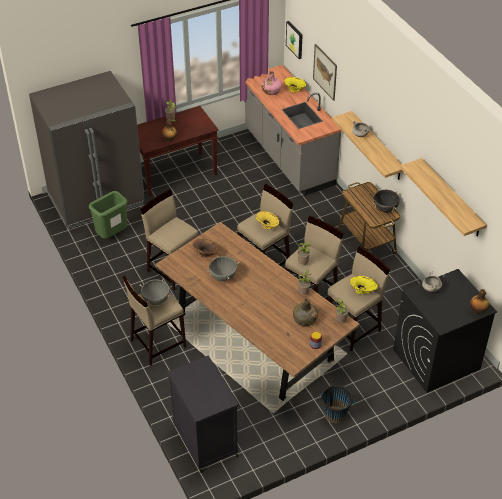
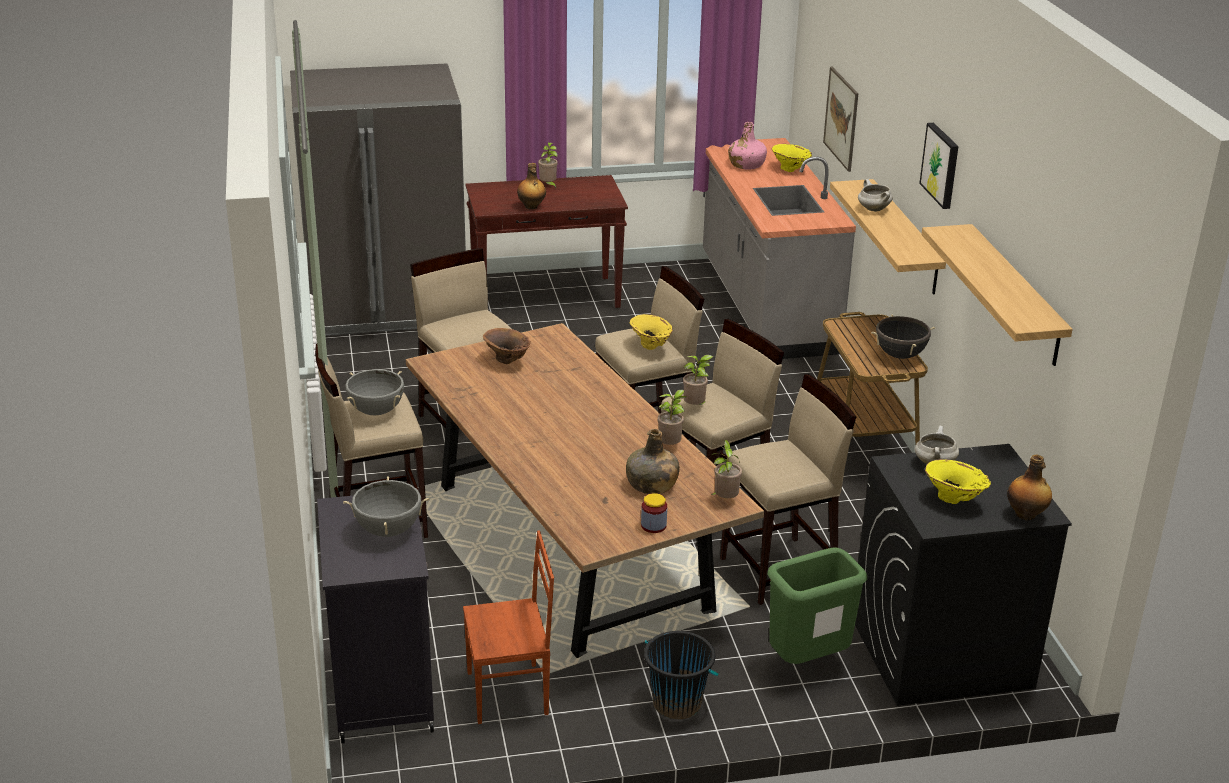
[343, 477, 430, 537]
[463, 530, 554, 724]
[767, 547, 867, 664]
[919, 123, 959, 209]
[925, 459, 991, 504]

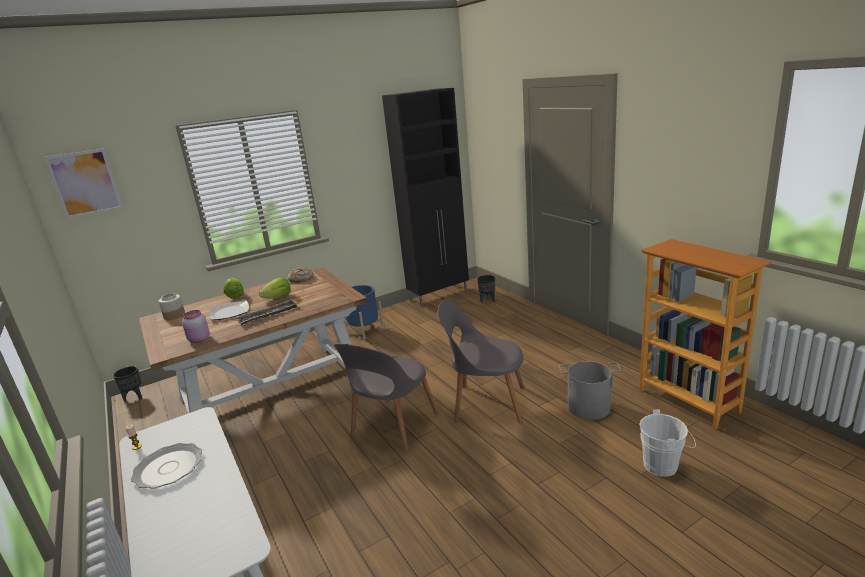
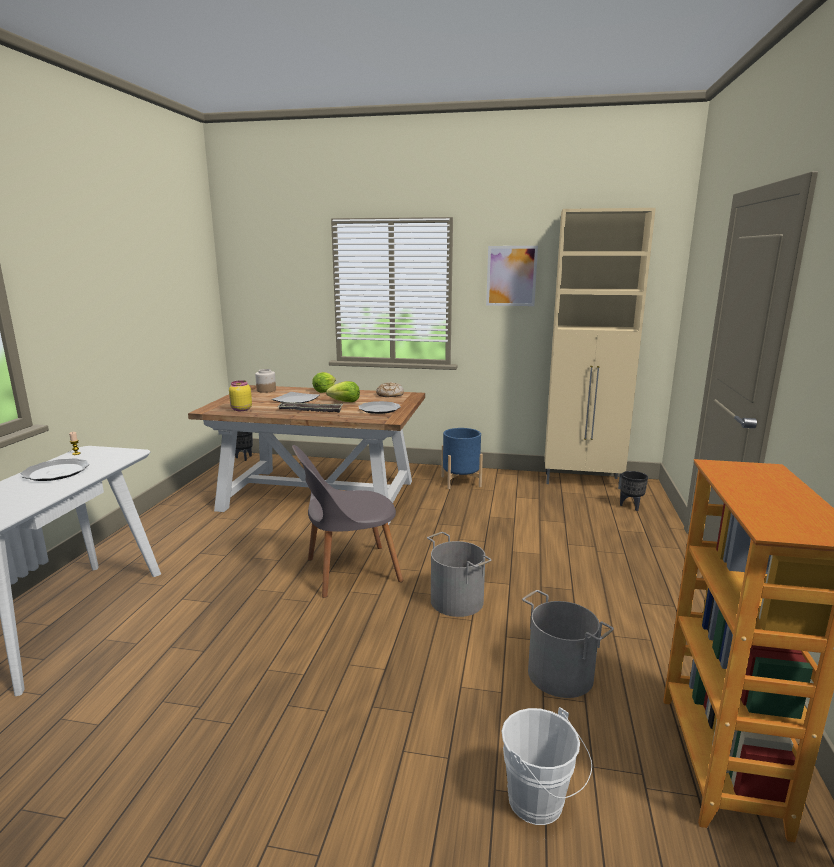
[229, 380, 252, 411]
[358, 401, 400, 414]
[427, 532, 491, 617]
[486, 246, 538, 306]
[545, 208, 656, 489]

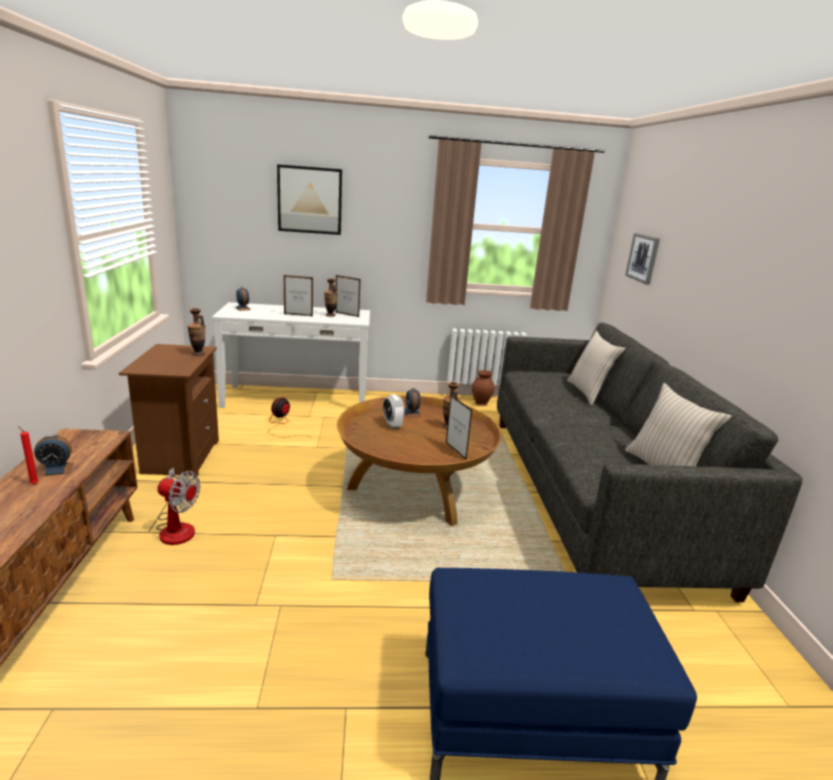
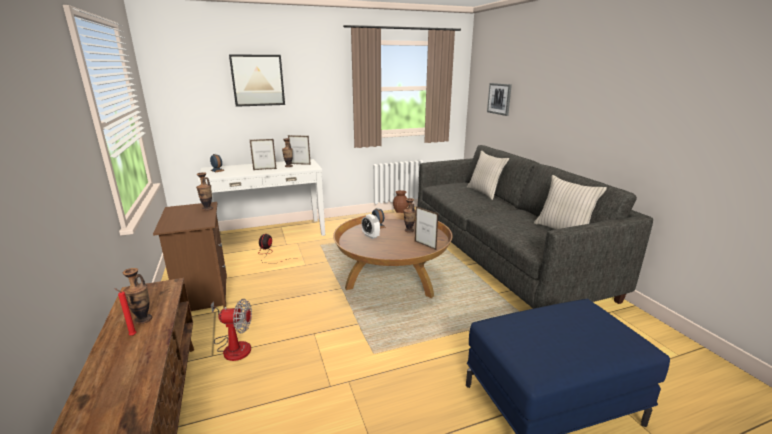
[123, 268, 152, 324]

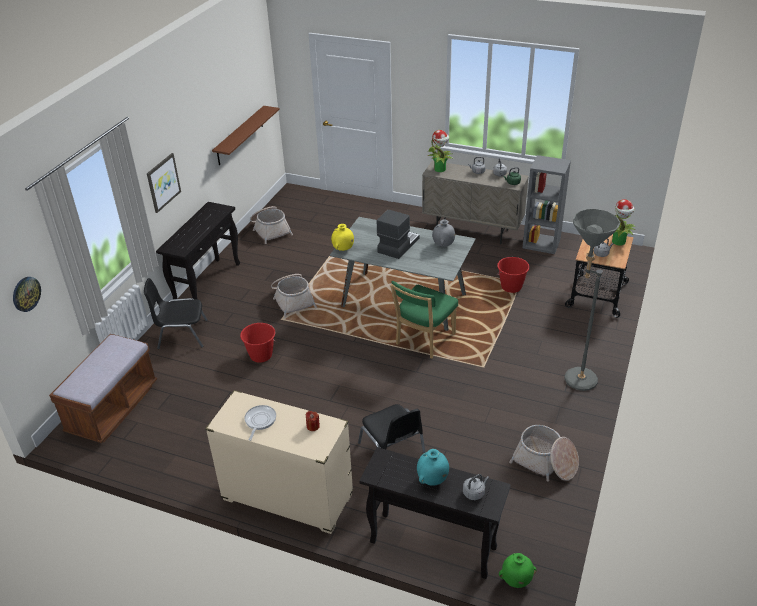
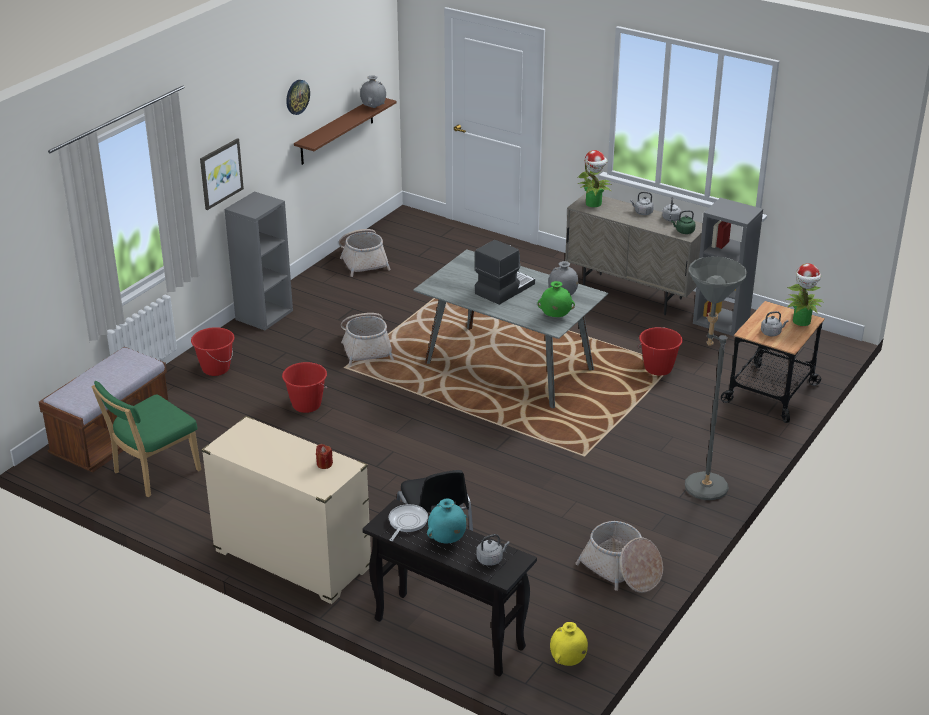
[91, 381, 201, 497]
[191, 327, 235, 376]
[224, 191, 293, 330]
[286, 80, 310, 115]
[360, 75, 386, 108]
[389, 504, 428, 541]
[537, 281, 575, 317]
[550, 622, 588, 666]

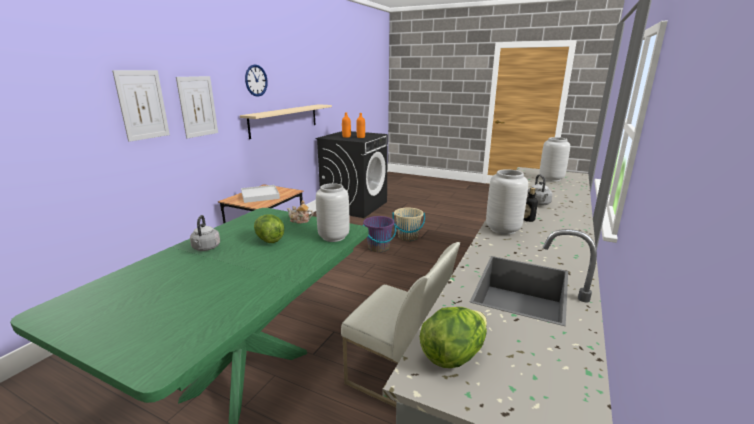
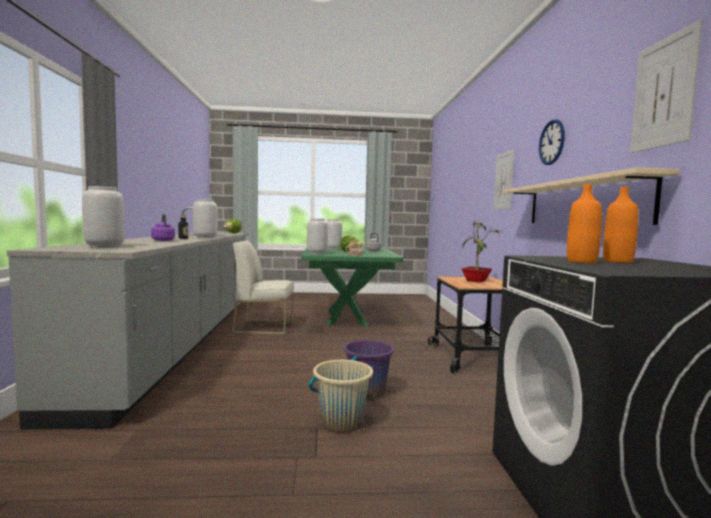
[151, 214, 175, 241]
[326, 219, 342, 249]
[462, 220, 500, 283]
[630, 19, 703, 153]

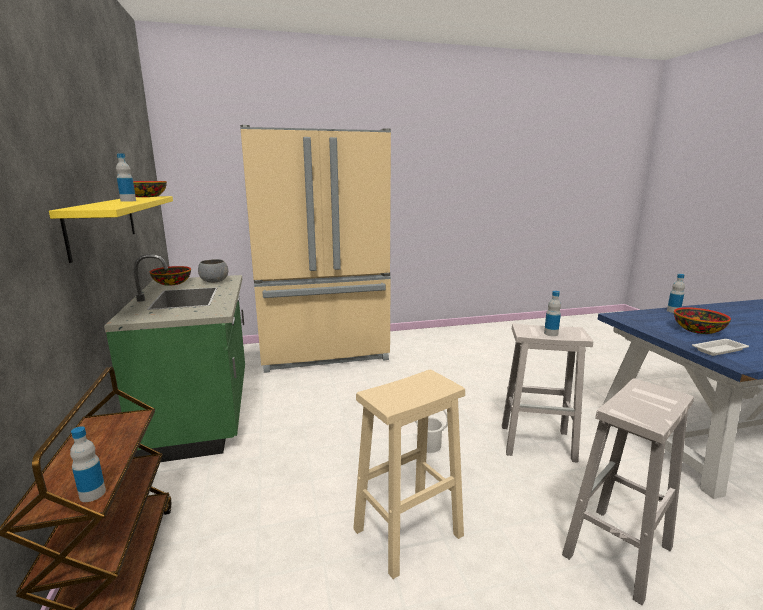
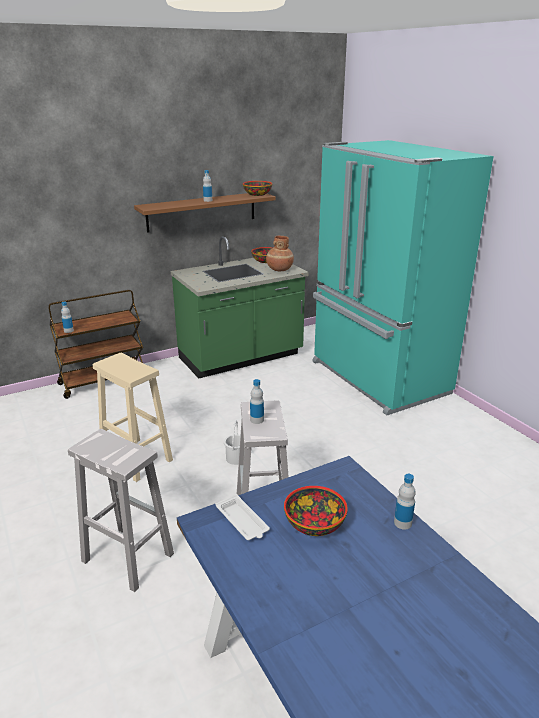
[134, 193, 276, 233]
[266, 236, 294, 271]
[312, 140, 494, 415]

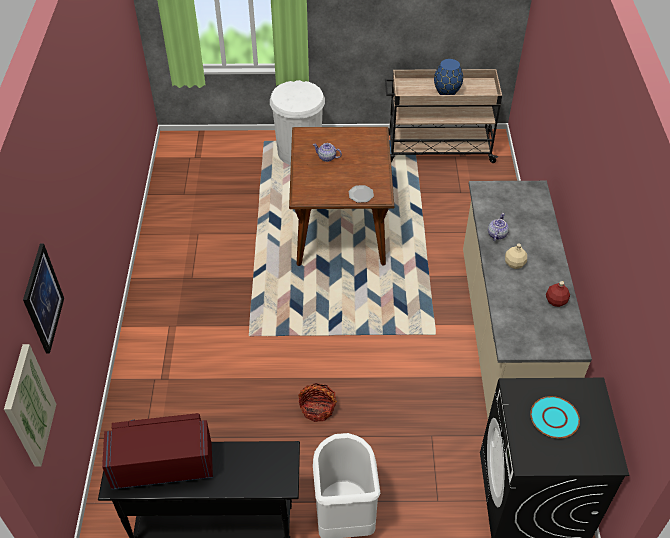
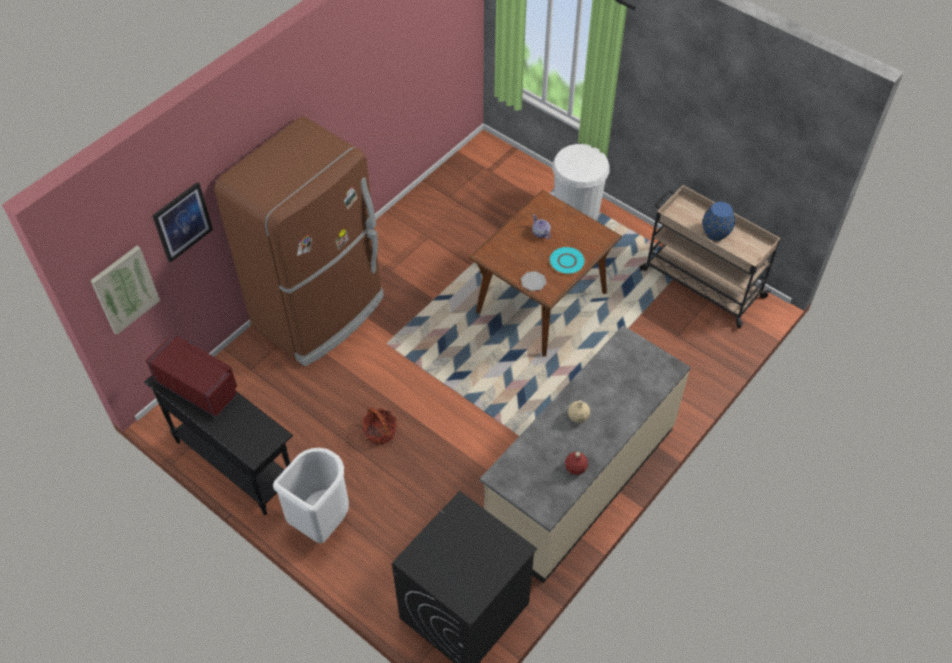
[214, 117, 384, 366]
[549, 246, 586, 275]
[488, 213, 509, 242] (first image)

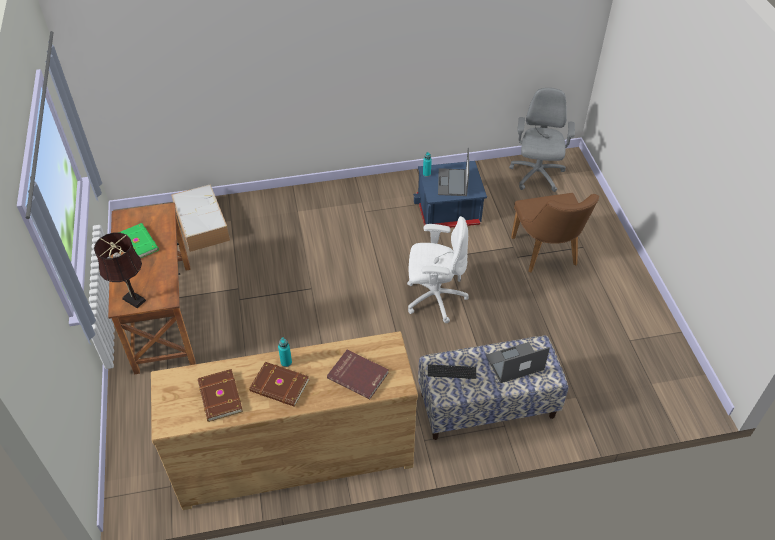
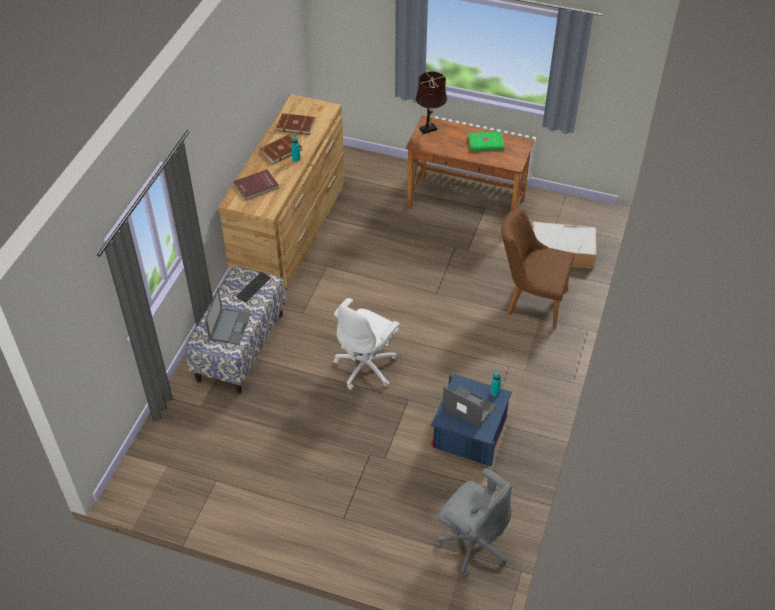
[501, 208, 574, 328]

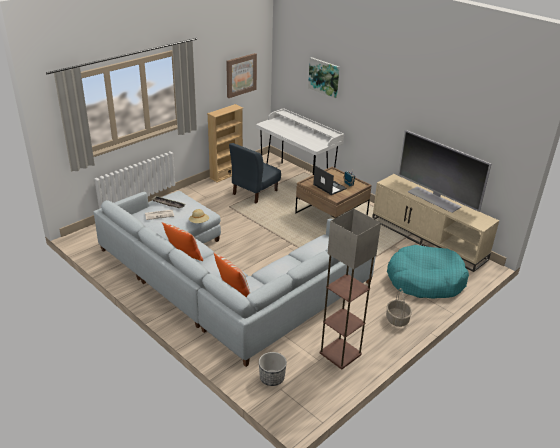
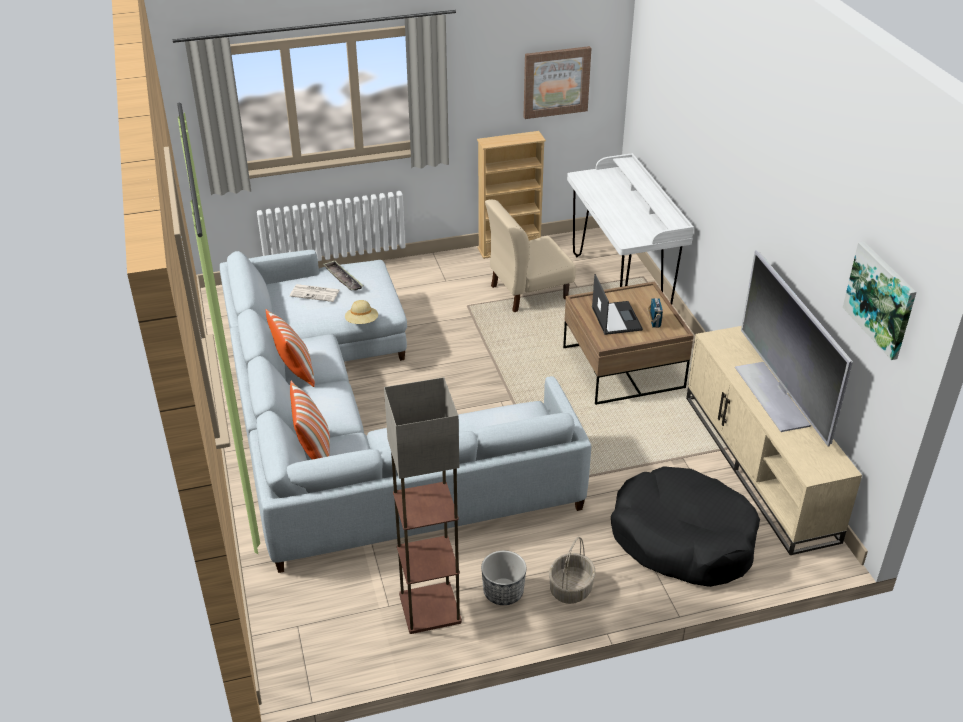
[481, 551, 526, 605]
[485, 200, 576, 312]
[611, 466, 760, 587]
[843, 242, 916, 360]

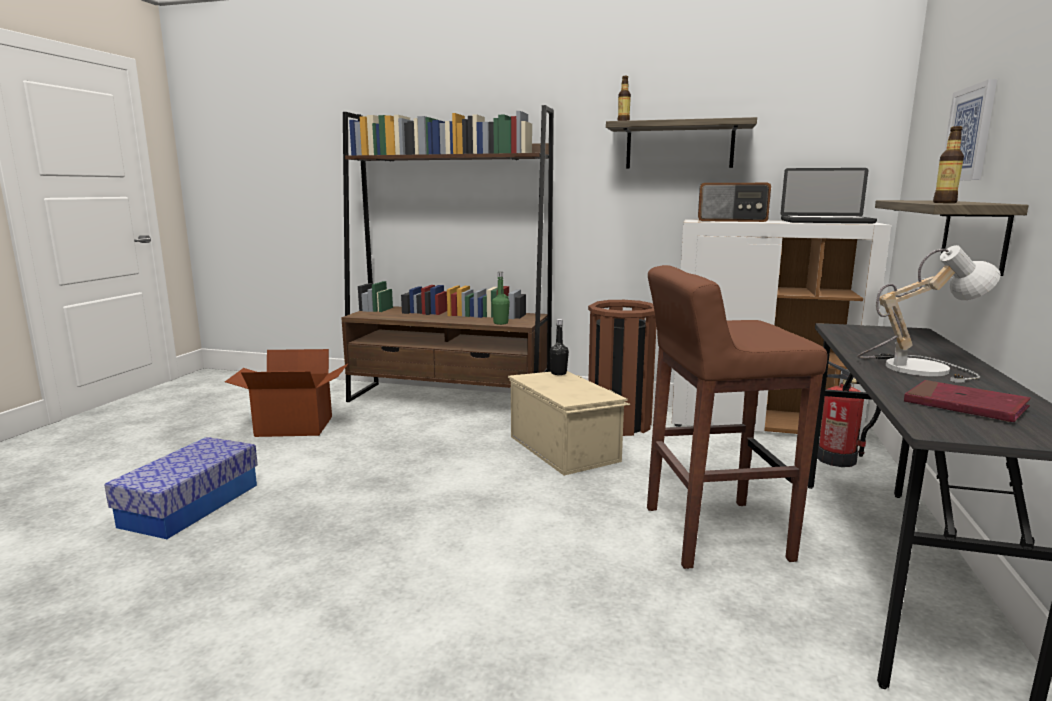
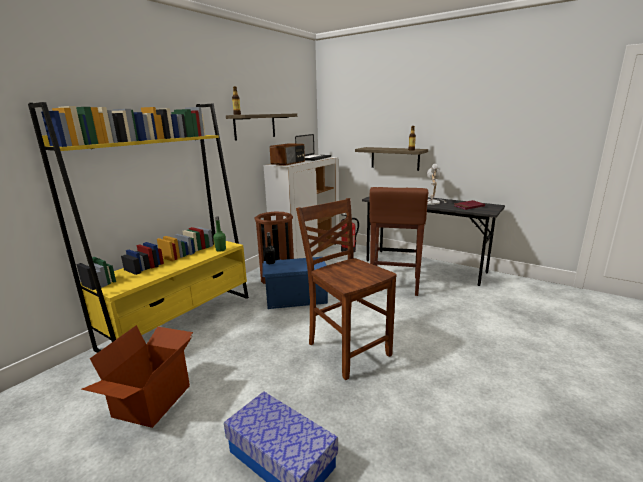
[28, 102, 249, 353]
[262, 257, 328, 309]
[296, 198, 397, 380]
[944, 79, 997, 180] (first image)

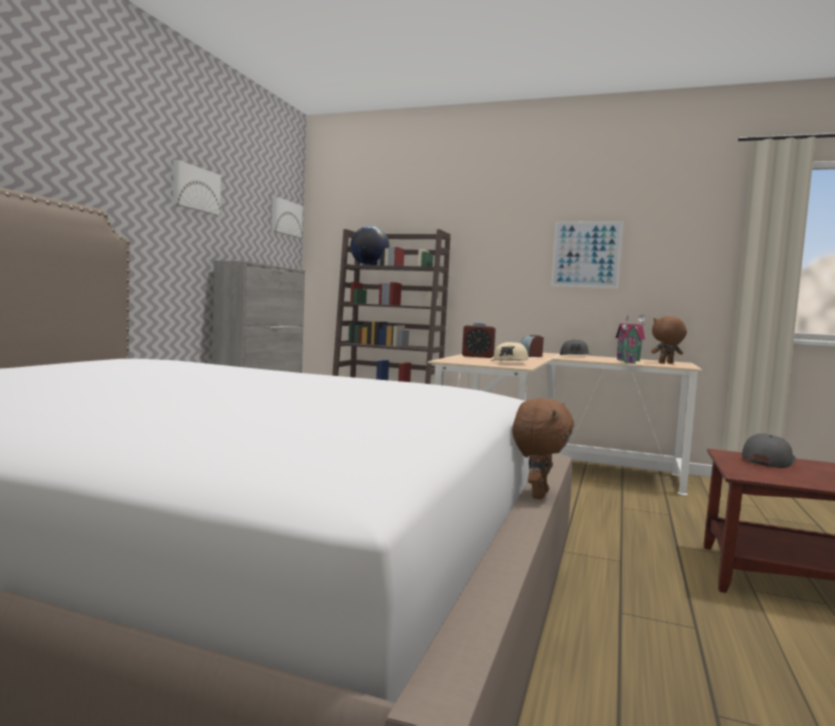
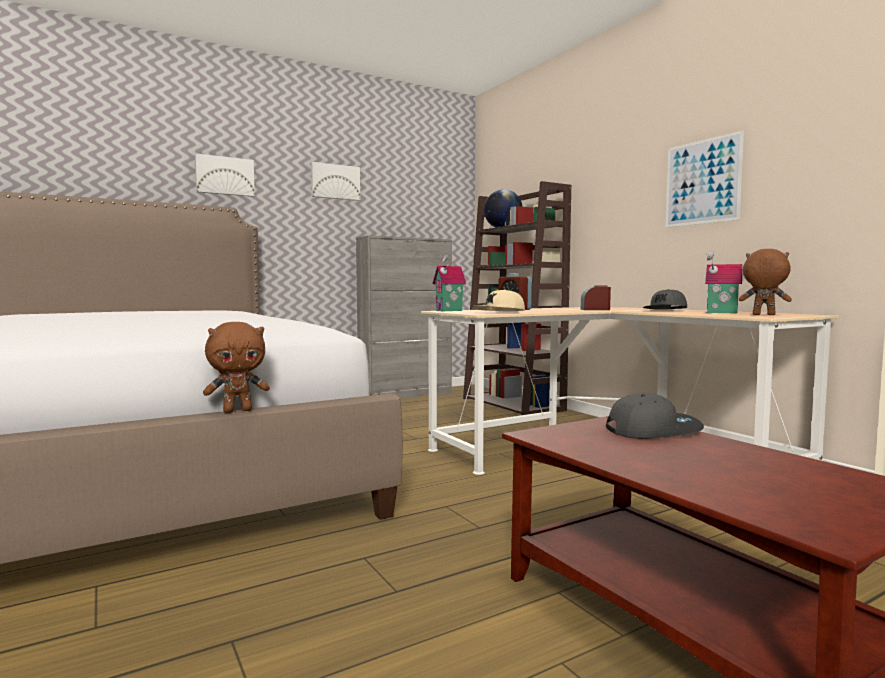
[195, 153, 255, 197]
[432, 254, 466, 311]

